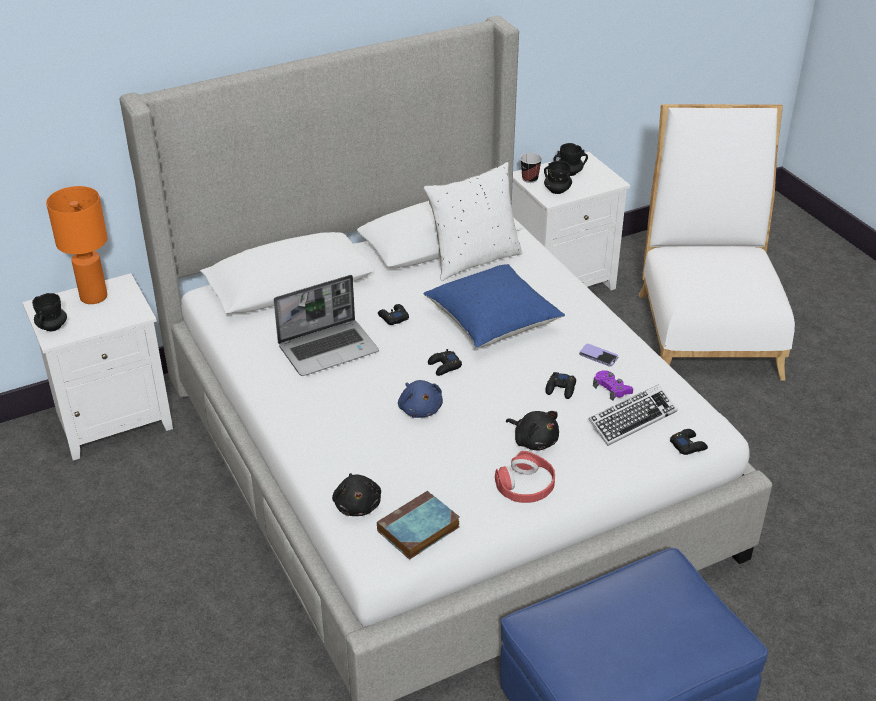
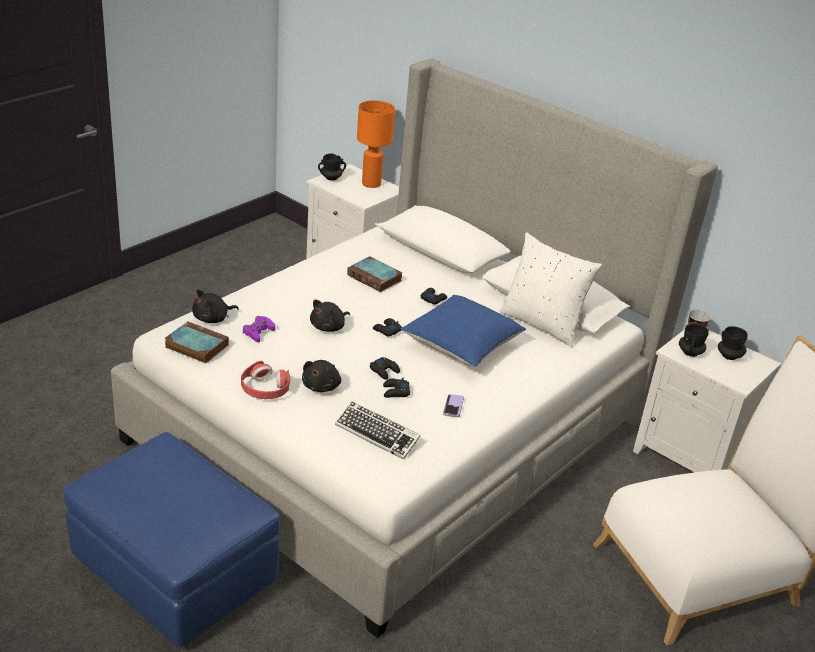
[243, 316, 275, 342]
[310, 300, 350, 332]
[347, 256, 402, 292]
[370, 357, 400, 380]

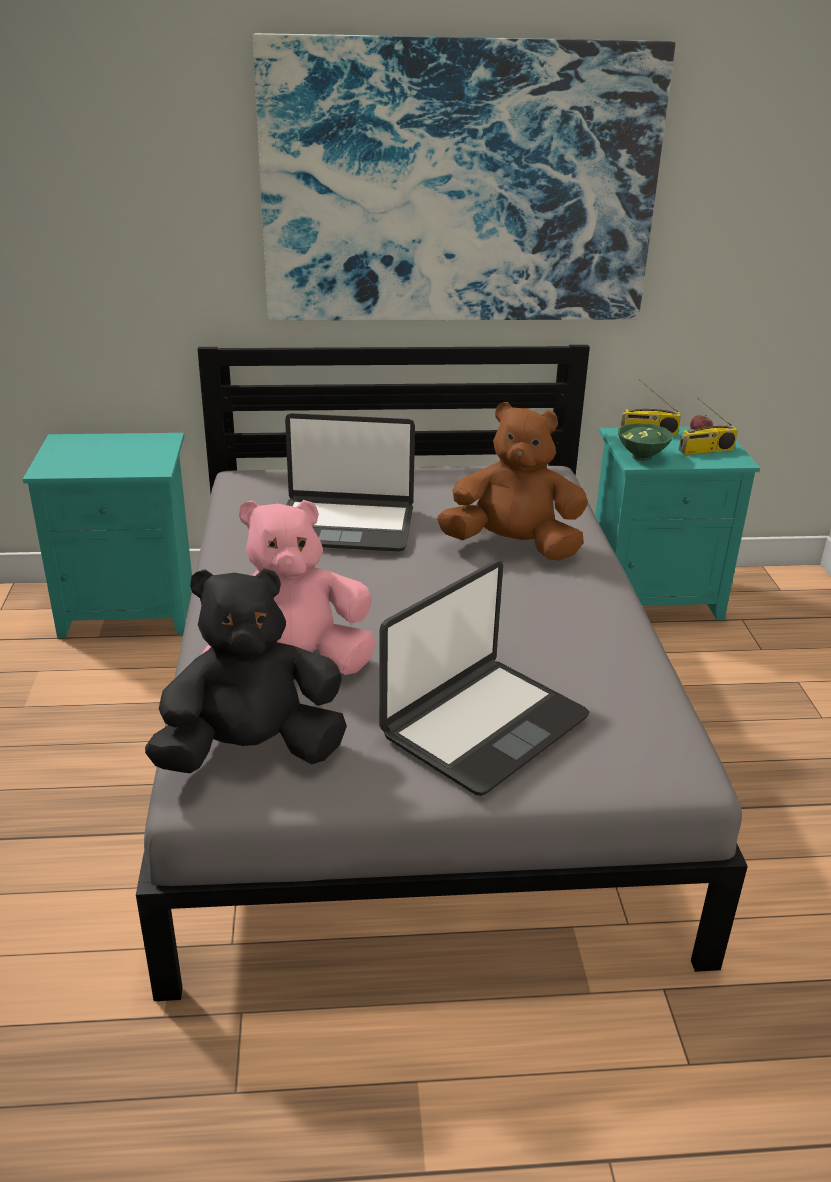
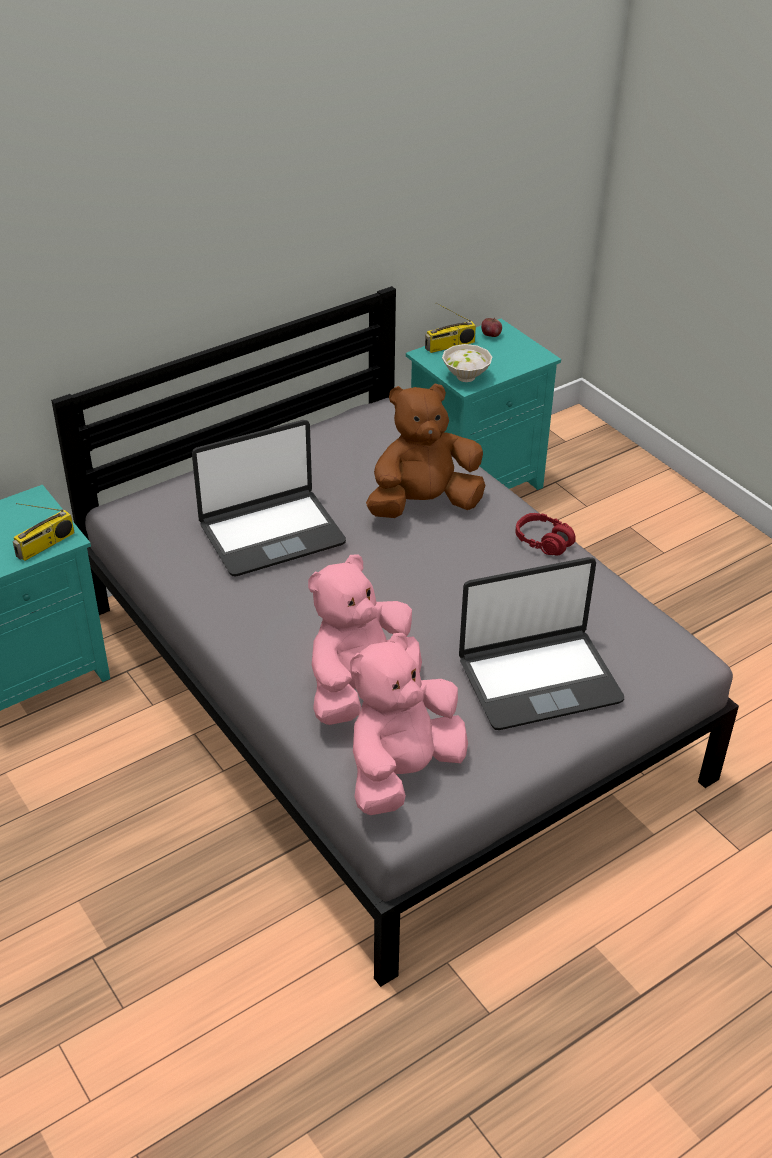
[13, 503, 75, 561]
[350, 633, 468, 815]
[442, 344, 492, 382]
[459, 557, 624, 730]
[515, 513, 576, 555]
[253, 33, 675, 321] (first image)

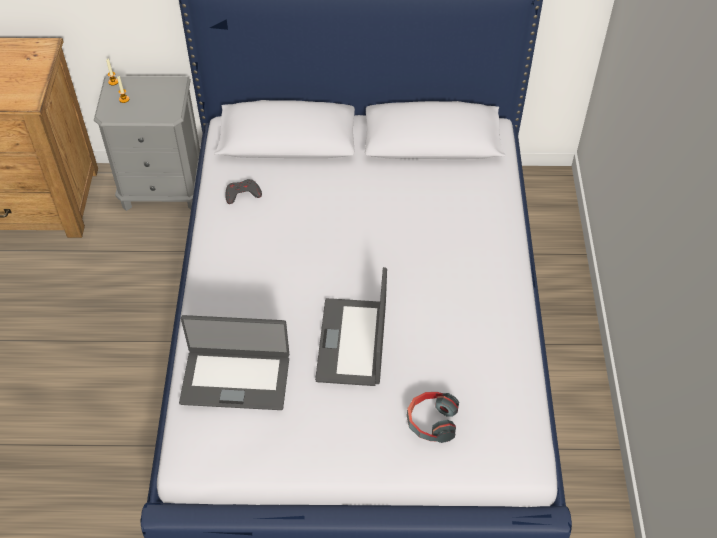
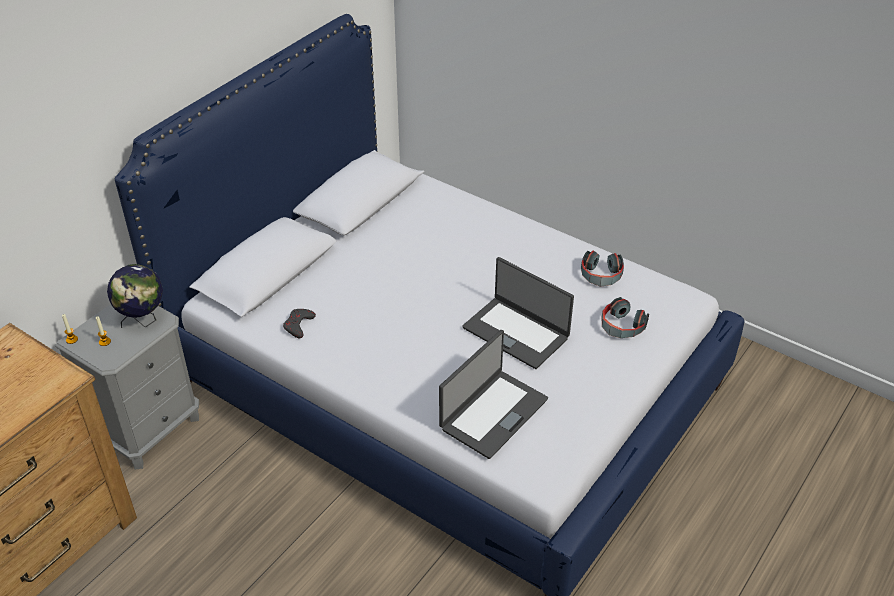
[107, 264, 163, 328]
[581, 251, 624, 287]

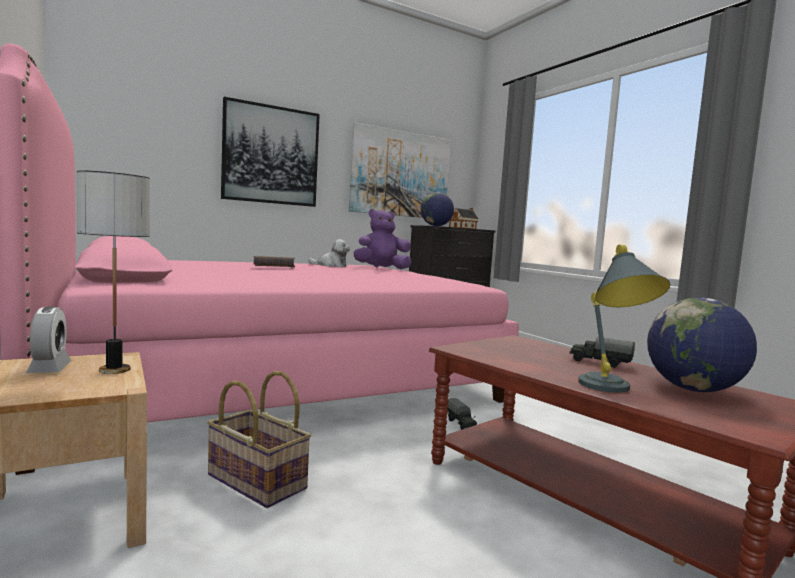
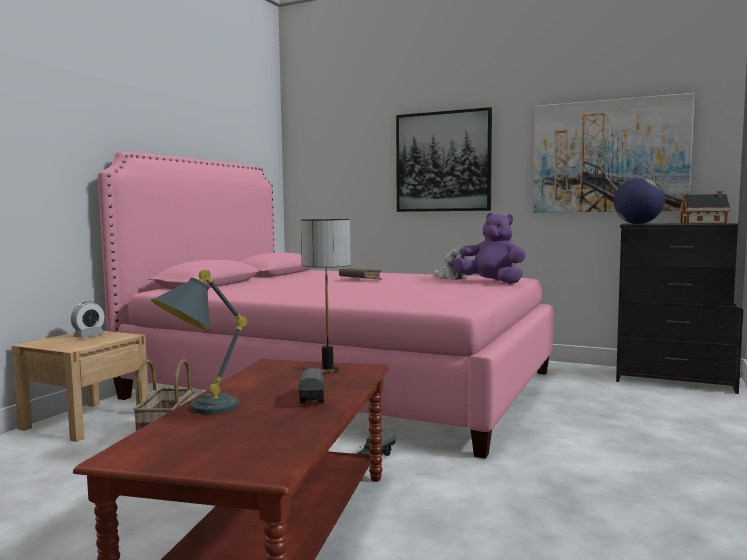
[301, 219, 351, 374]
[647, 297, 757, 392] (first image)

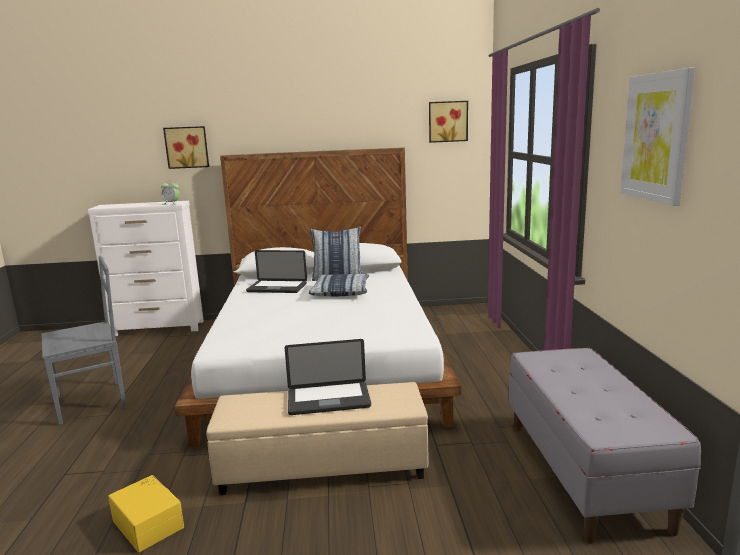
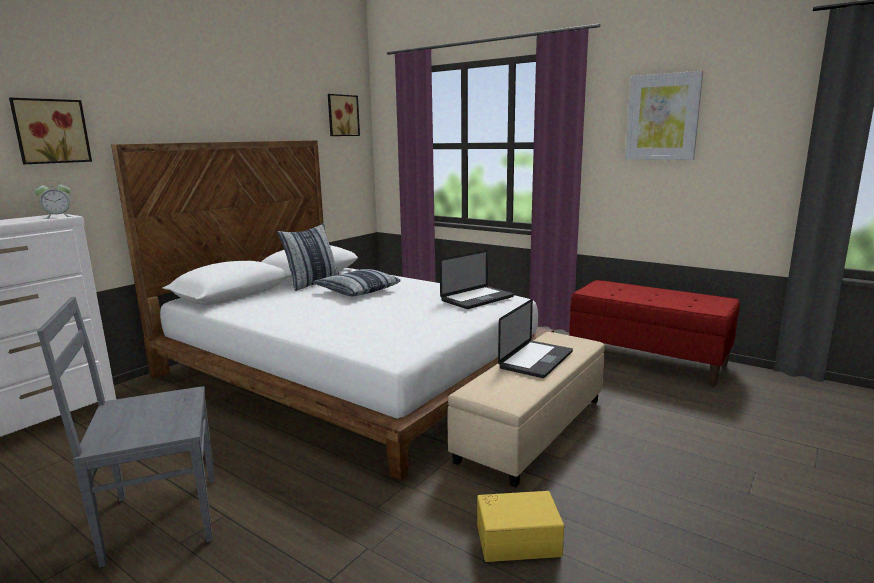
[37, 296, 215, 567]
[440, 250, 514, 309]
[569, 280, 740, 386]

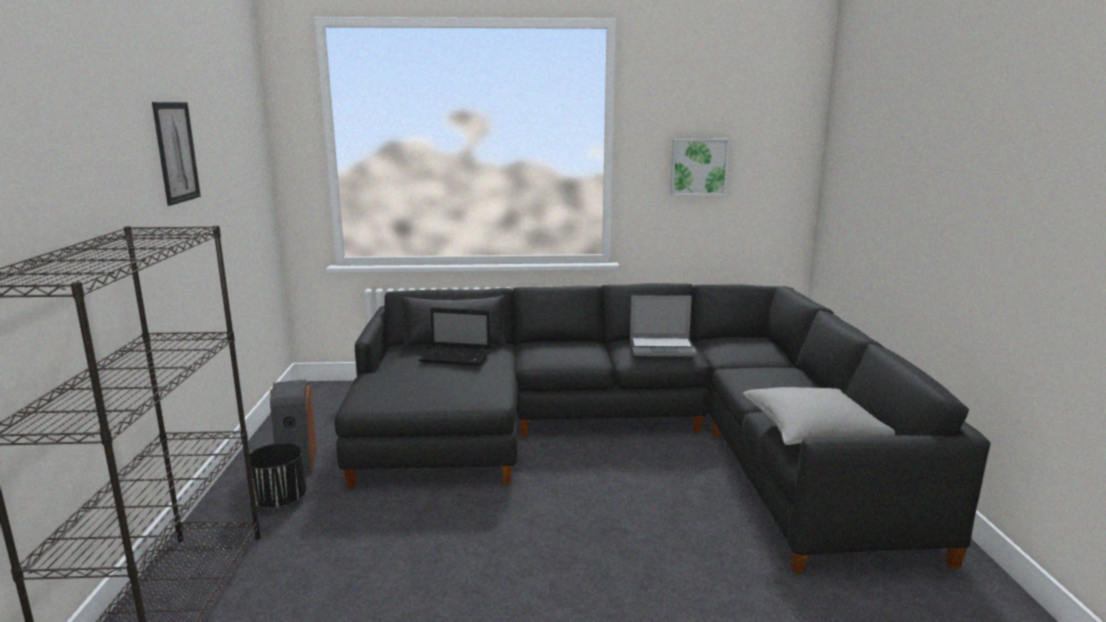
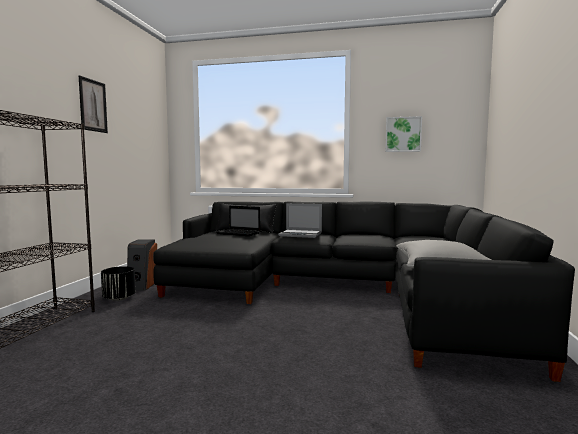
[278, 203, 322, 238]

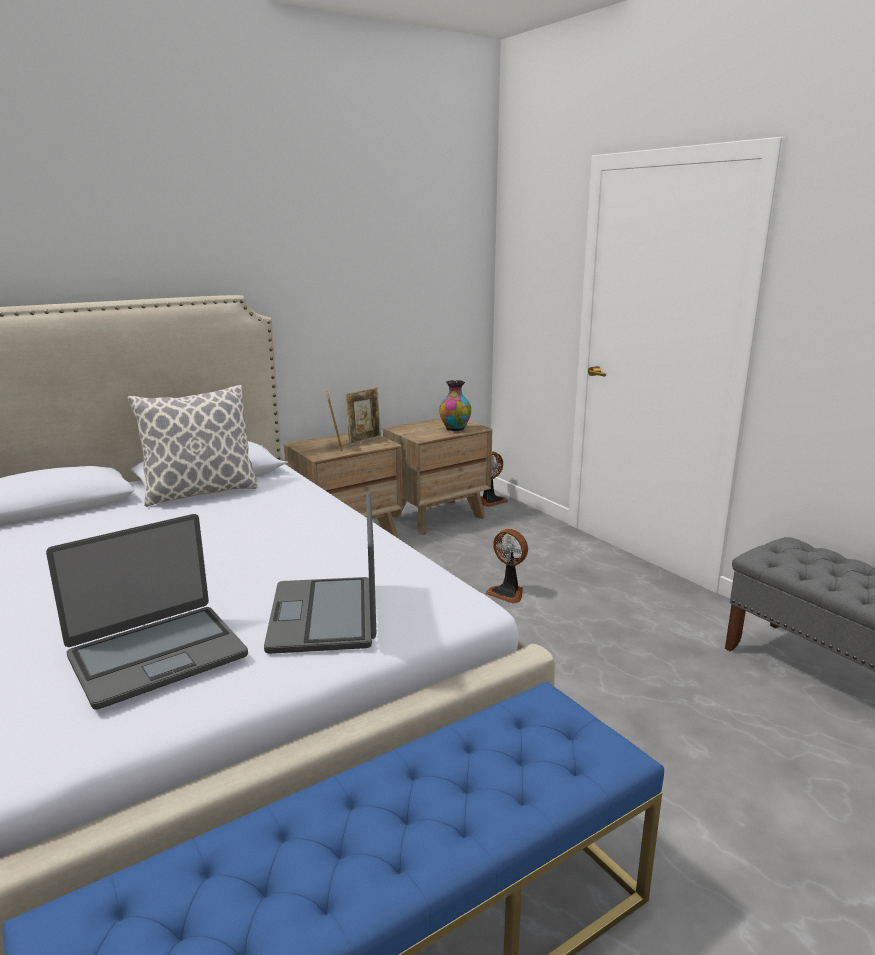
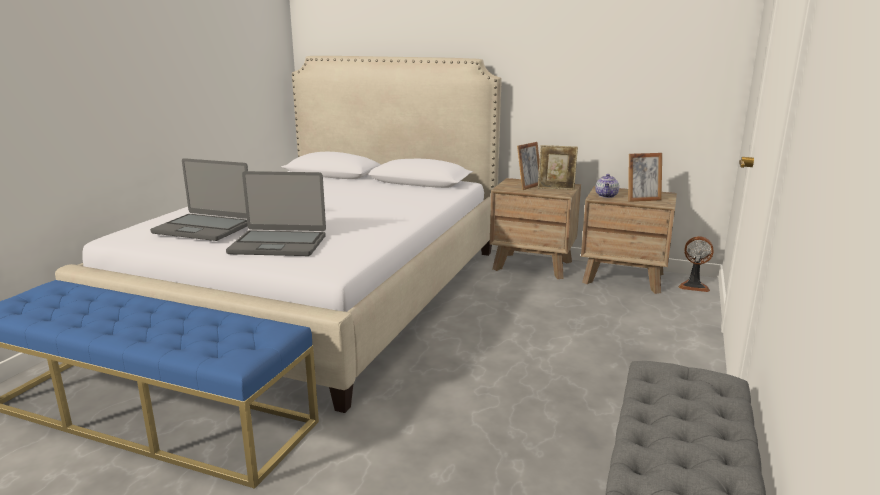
[226, 171, 326, 256]
[595, 174, 619, 198]
[628, 153, 662, 202]
[128, 385, 258, 507] (first image)
[486, 529, 528, 604] (first image)

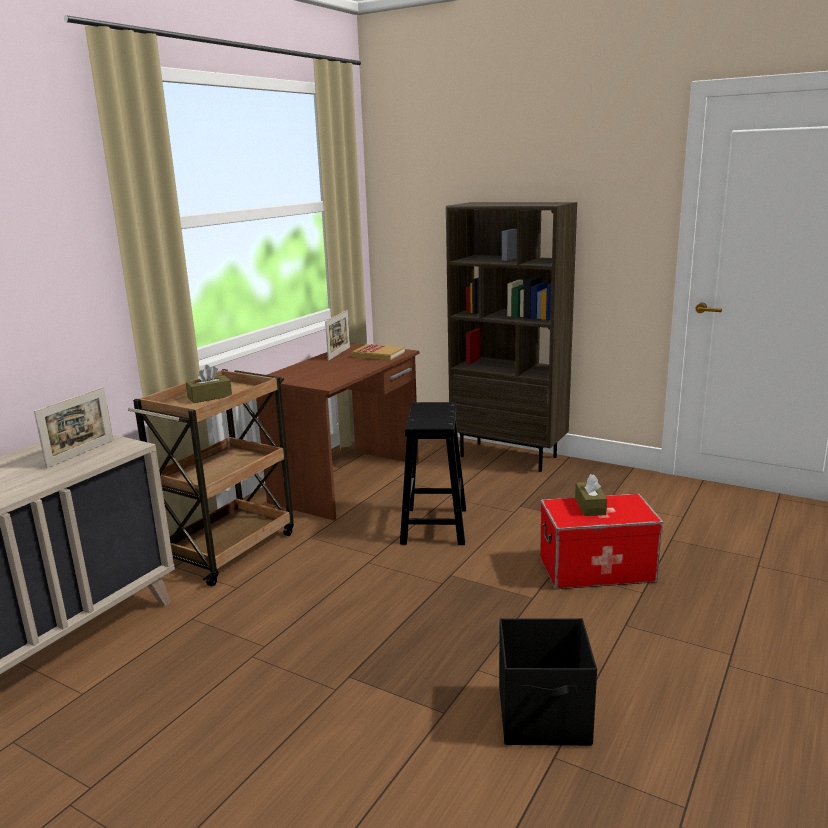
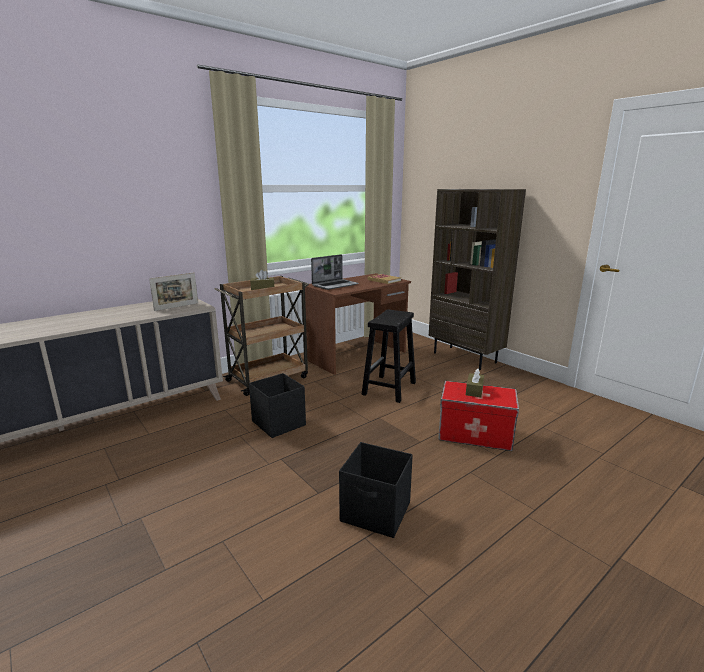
[249, 373, 306, 438]
[311, 254, 359, 290]
[325, 310, 350, 361] (first image)

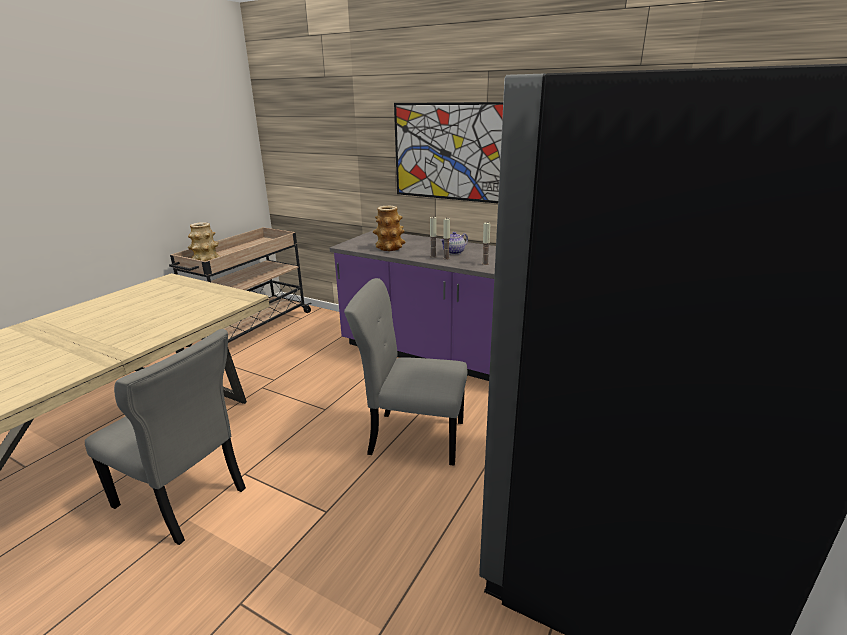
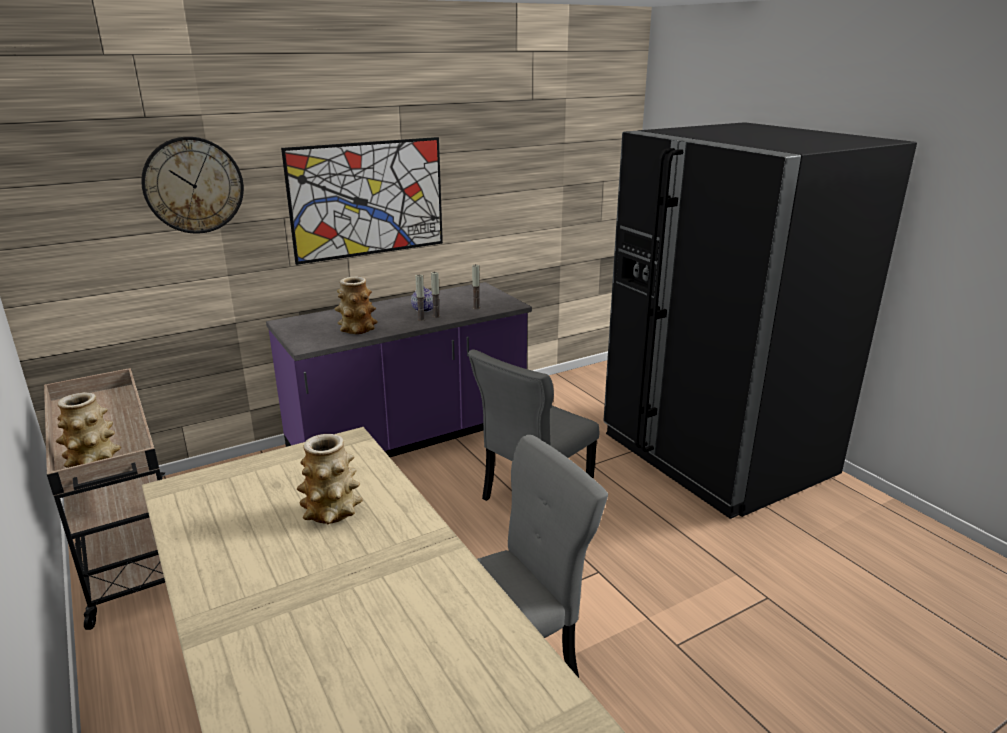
[141, 137, 244, 234]
[297, 434, 363, 524]

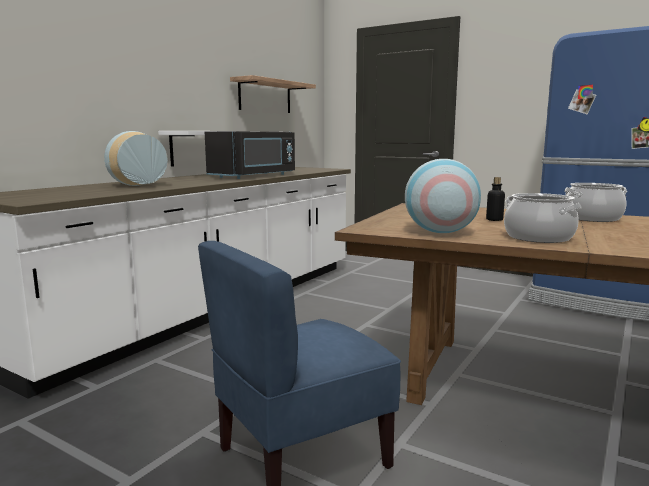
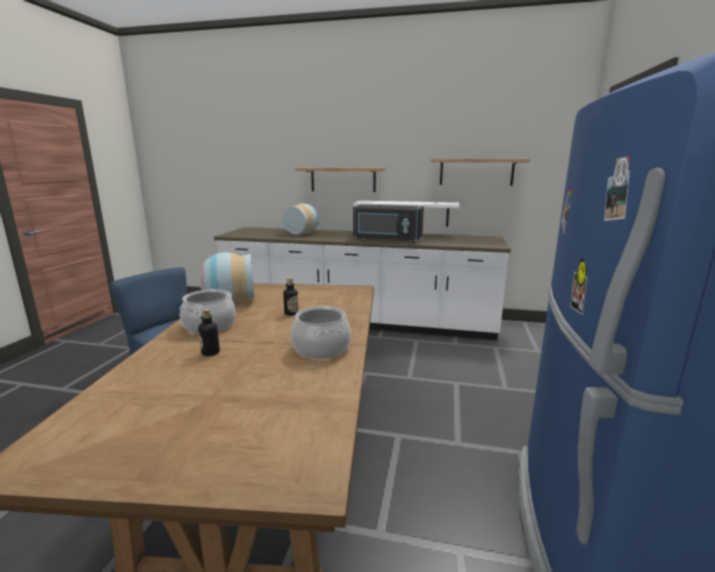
[198, 309, 220, 356]
[295, 167, 385, 192]

